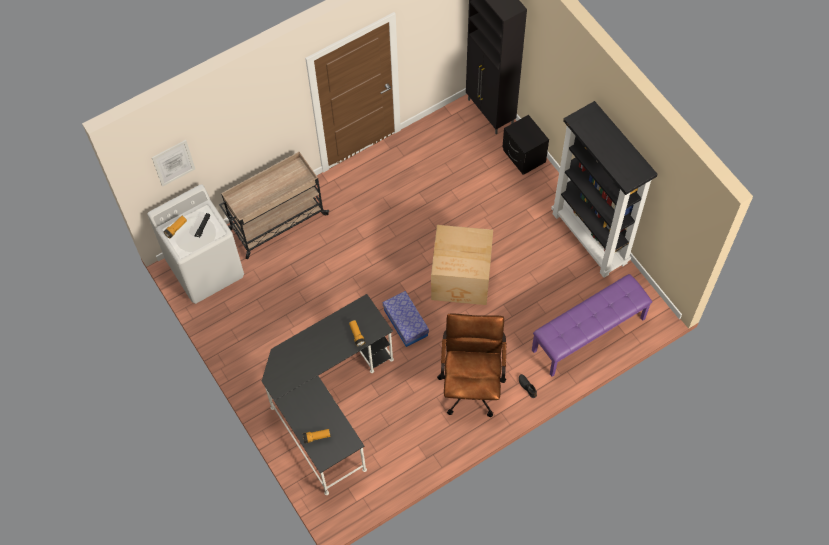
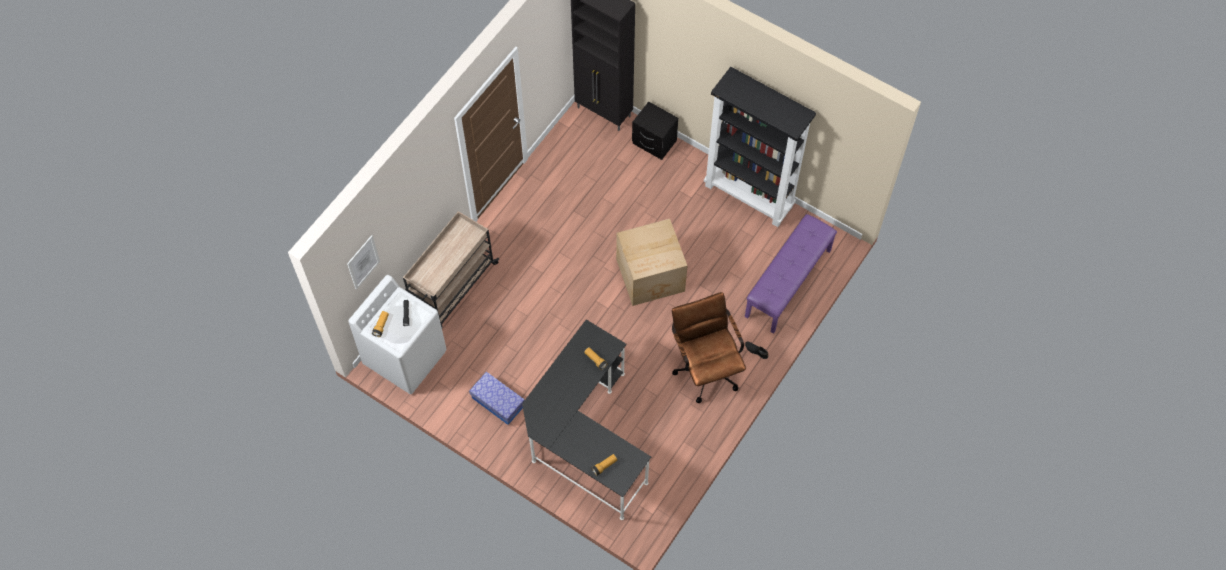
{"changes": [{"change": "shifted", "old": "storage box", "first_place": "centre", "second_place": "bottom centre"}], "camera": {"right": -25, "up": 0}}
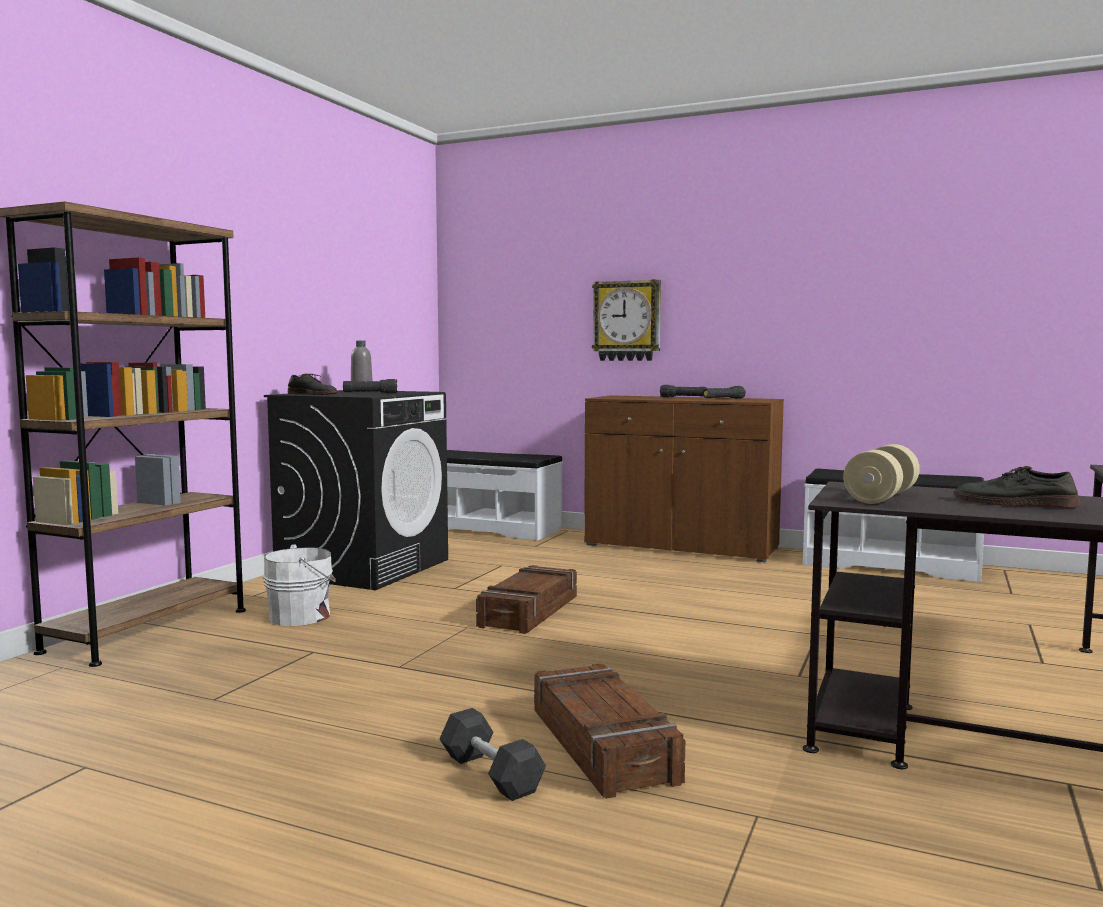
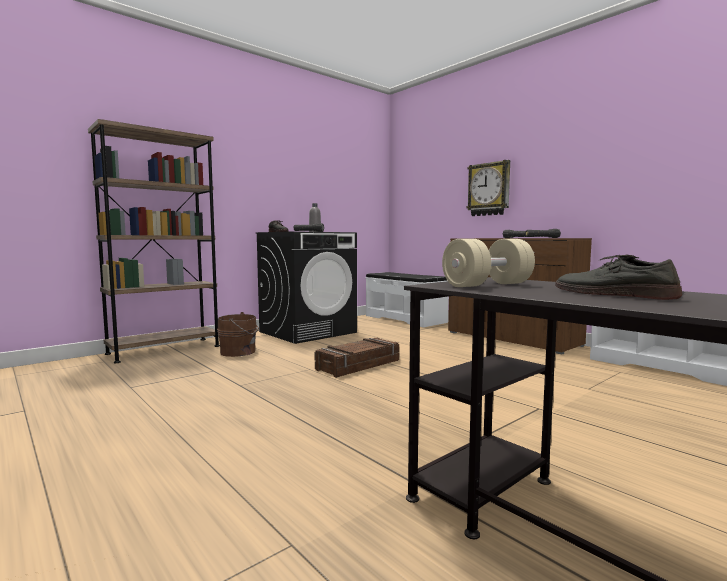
{"changes": [{"change": "repainted", "old": "white bucket", "new": "brown bucket", "first_place": "middle left", "second_place": "middle left"}, {"change": "gone", "old": "black dumbbell", "first_place": "bottom centre"}, {"change": "gone", "old": "crate (no. 2 from left)", "first_place": "bottom centre"}], "camera": {"right": 25, "up": 0}}
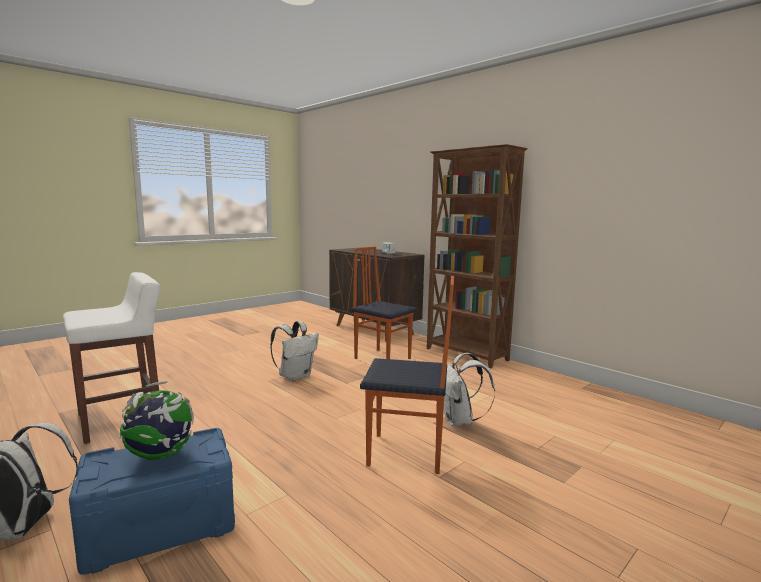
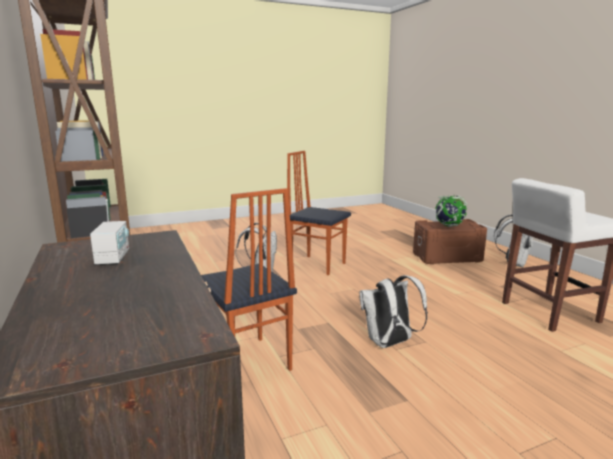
{"changes": [{"change": "repainted", "old": "blue storage box", "new": "brown storage box", "first_place": "bottom left", "second_place": "middle right"}], "camera": {"right": -160, "up": 5}}
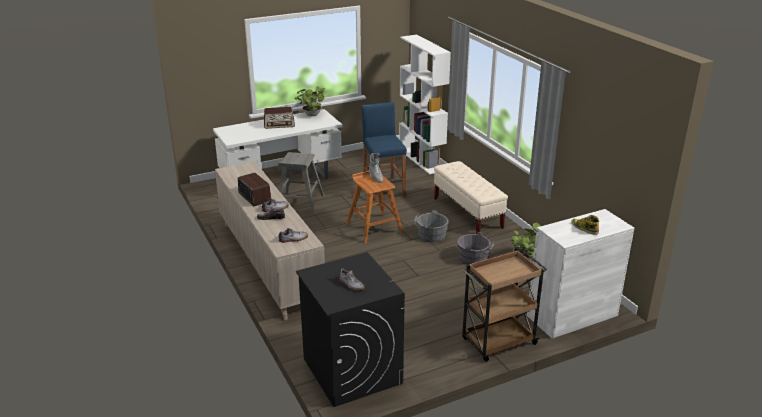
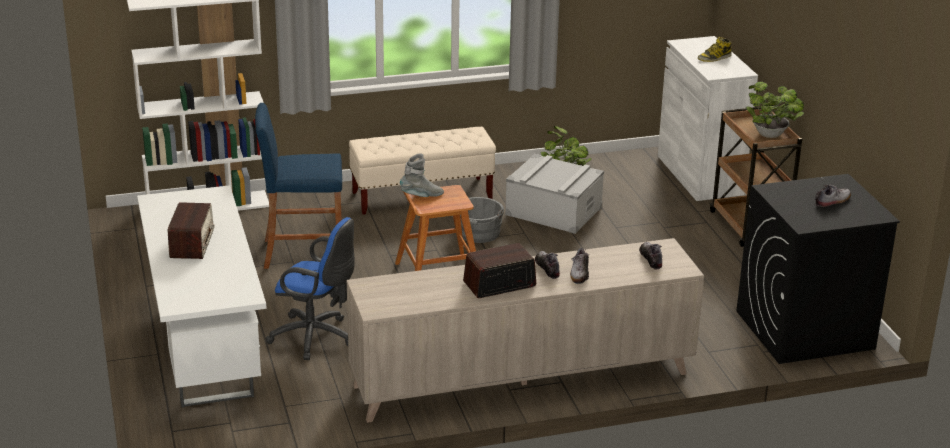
{"changes": [{"change": "swapped", "old": "grey stool", "new": "blue office chair", "first_place": "centre", "second_place": "middle left"}, {"change": "swapped", "old": "grey bucket (no. 2 from left)", "new": "grey storage box", "first_place": "centre", "second_place": "centre"}, {"change": "shifted", "old": "potted plant (no. 1 from left in the first image)", "new": "potted plant (no. 2 from left)", "first_place": "top centre", "second_place": "top right"}], "camera": {"right": -80, "up": 0}}
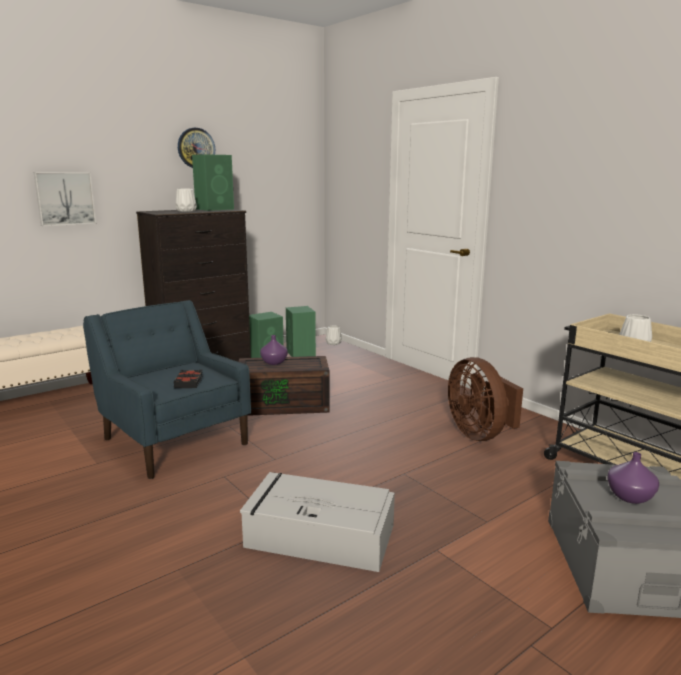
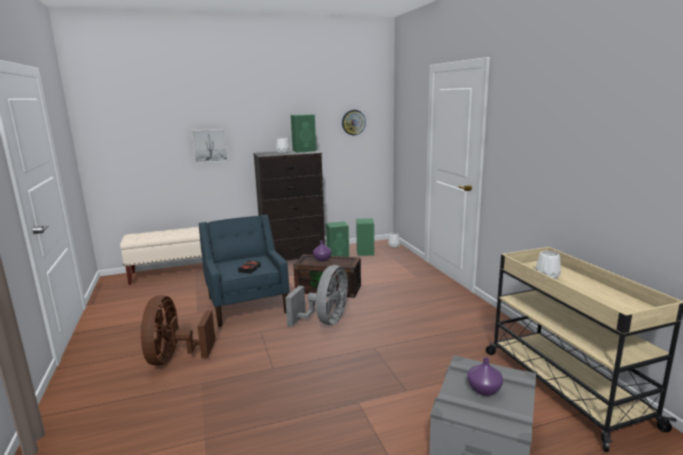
{"changes": [{"change": "shifted", "old": "brown fan", "first_place": "middle right", "second_place": "bottom left"}, {"change": "new", "new": "grey fan", "second_place": "centre"}, {"change": "shifted", "old": "wall clock", "first_place": "top left", "second_place": "top centre"}, {"change": "gone", "old": "grey storage box (no. 1 from left)", "first_place": "bottom centre"}], "camera": {"right": 20, "up": 0}}
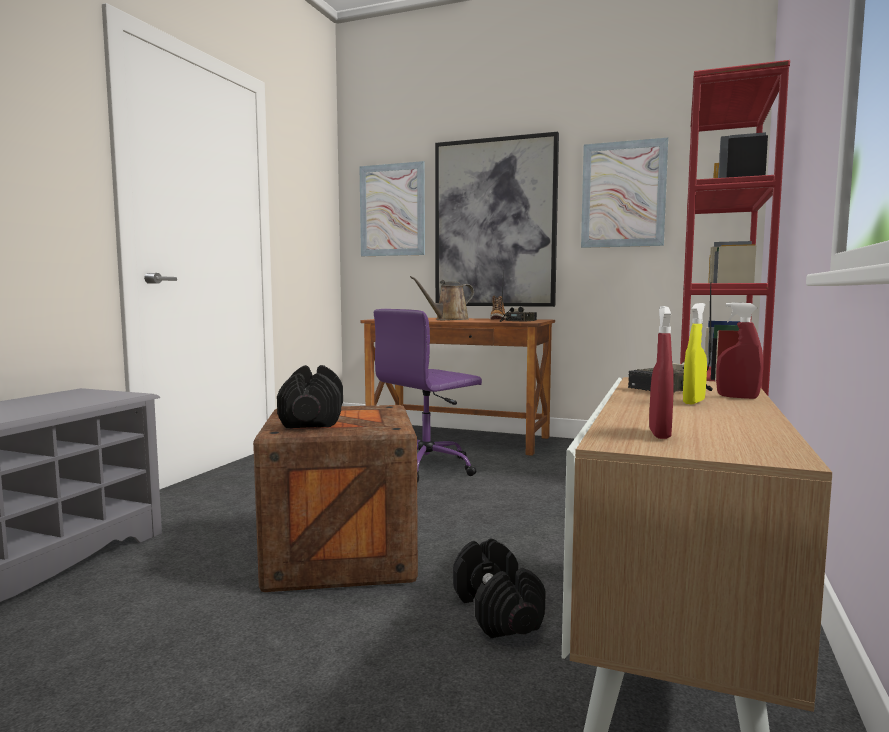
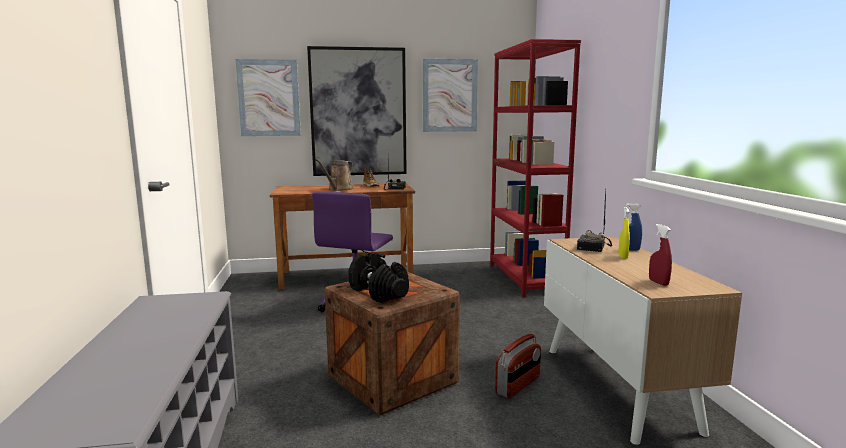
{"changes": [{"change": "swapped", "old": "black dumbbell (no. 2 from left)", "new": "radio (no. 2 from left)", "first_place": "bottom centre", "second_place": "bottom centre"}, {"change": "repainted", "old": "red spray bottle (no. 2 from left)", "new": "blue spray bottle", "first_place": "middle right", "second_place": "middle right"}], "camera": {"right": -30, "up": 5}}
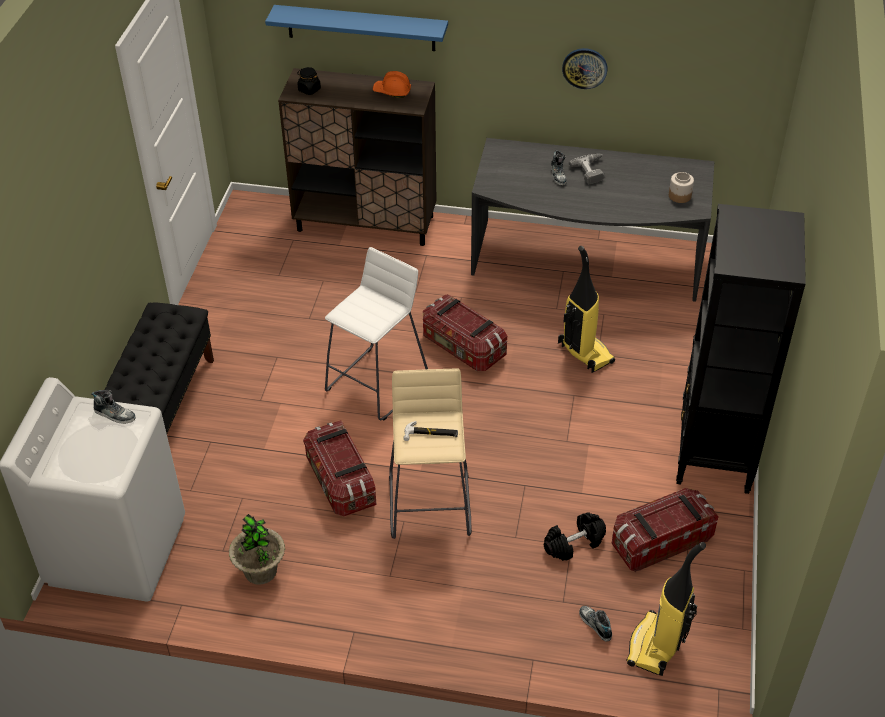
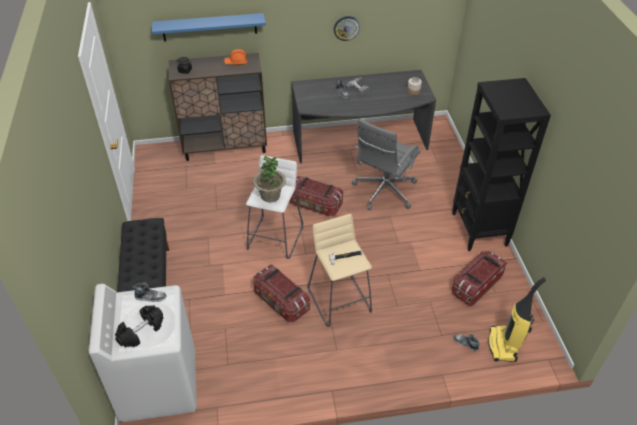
{"changes": [{"change": "shifted", "old": "black dumbbell", "first_place": "bottom centre", "second_place": "bottom left"}, {"change": "shifted", "old": "potted plant", "first_place": "bottom left", "second_place": "centre"}, {"change": "swapped", "old": "vacuum cleaner (no. 1 from left)", "new": "grey office chair", "first_place": "centre", "second_place": "centre"}], "camera": {"right": -20, "up": 0}}
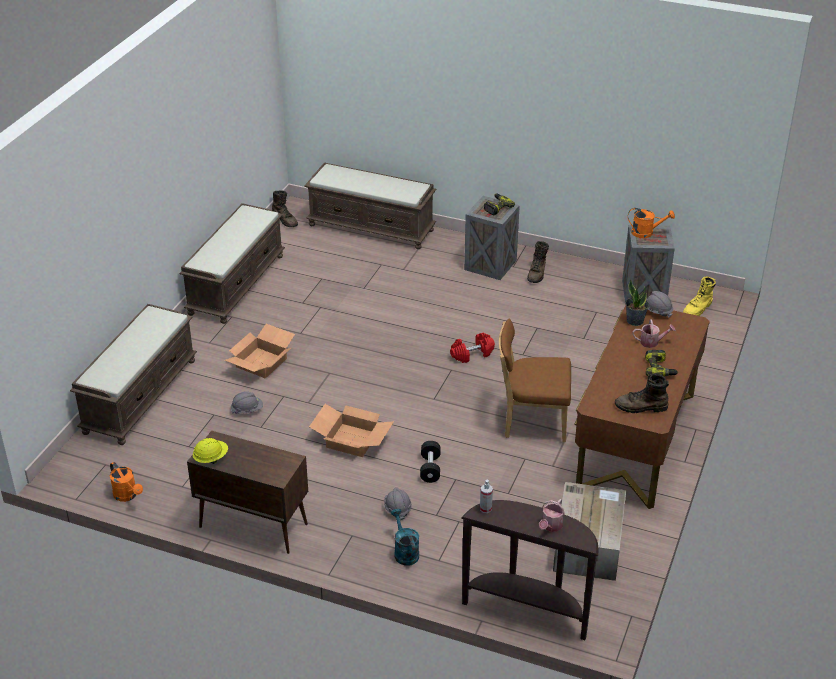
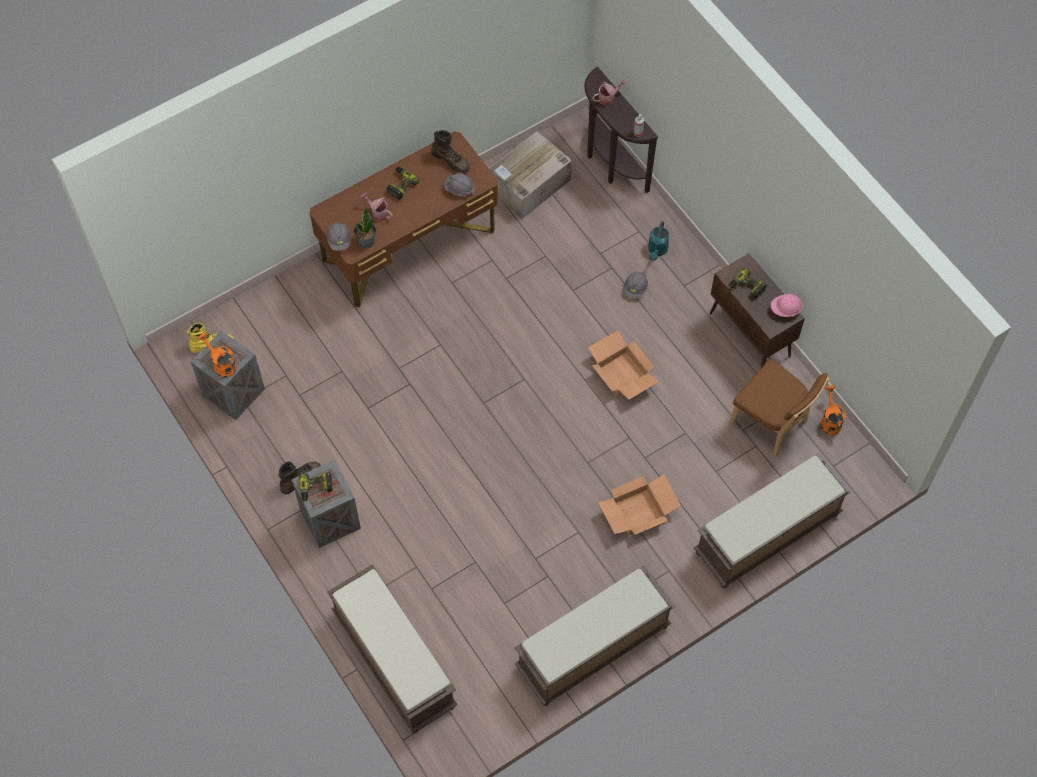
{"changes": [{"change": "shifted", "old": "grey hard hat (no. 1 from left in the first image)", "new": "grey hard hat (no. 2 from left)", "first_place": "middle left", "second_place": "top centre"}, {"change": "new", "new": "power drill (no. 3 from left)", "second_place": "middle right"}, {"change": "shifted", "old": "brown chair", "first_place": "centre", "second_place": "middle right"}, {"change": "repainted", "old": "yellow hard hat", "new": "pink hard hat", "first_place": "middle left", "second_place": "middle right"}, {"change": "gone", "old": "brown boot (no. 1 from left)", "first_place": "top centre"}, {"change": "gone", "old": "black dumbbell", "first_place": "bottom centre"}, {"change": "gone", "old": "red dumbbell", "first_place": "centre"}], "camera": {"right": -145, "up": 25}}
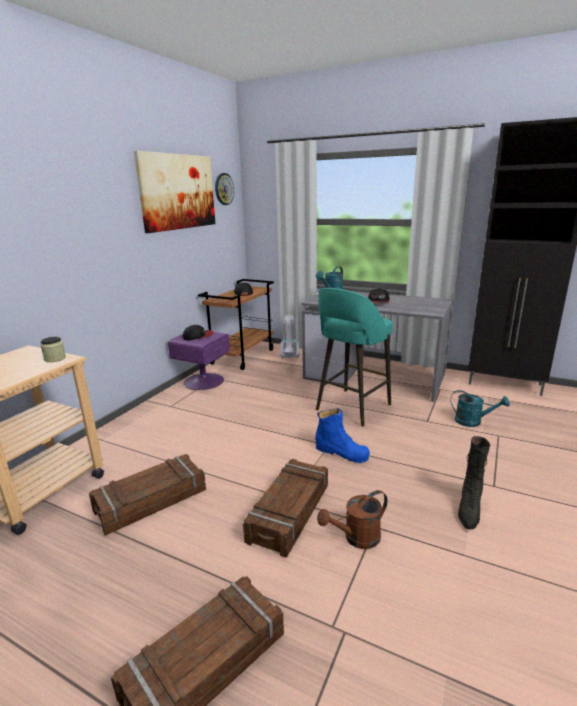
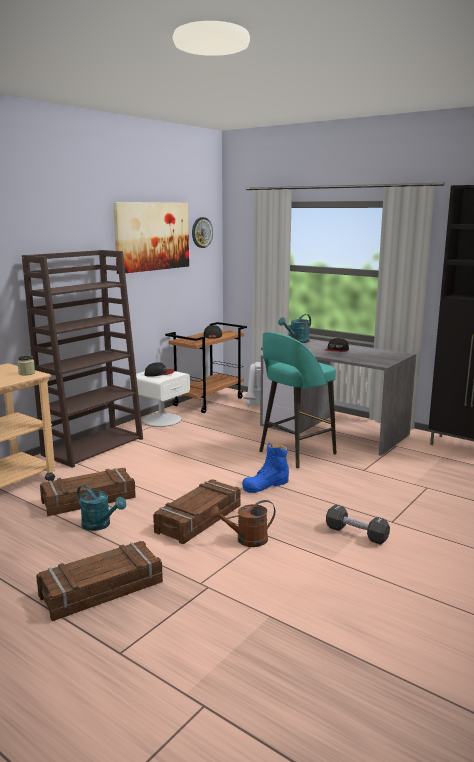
{"changes": [{"change": "new", "new": "brown bookcase", "second_place": "middle left"}, {"change": "shifted", "old": "turquoise watering can (no. 2 from left in the first image)", "new": "turquoise watering can (no. 1 from left)", "first_place": "middle right", "second_place": "bottom left"}, {"change": "repainted", "old": "purple nightstand", "new": "white nightstand", "first_place": "centre", "second_place": "centre"}, {"change": "rotated", "old": "blue boot", "first_place": "centre", "second_place": "centre", "degrees": 105}, {"change": "swapped", "old": "black boot", "new": "black dumbbell", "first_place": "bottom right", "second_place": "bottom right"}], "camera": {"right": 10, "up": -5}}
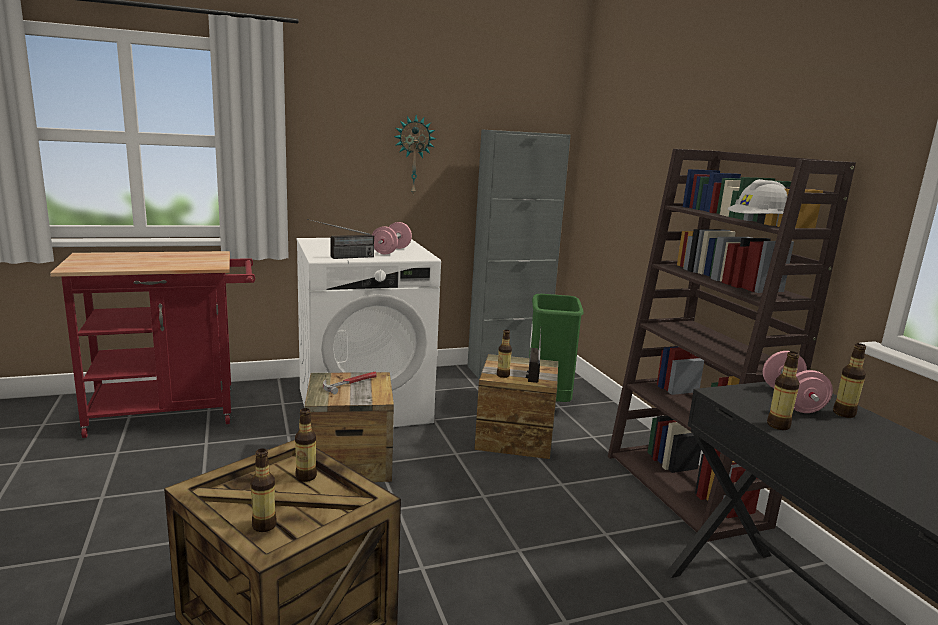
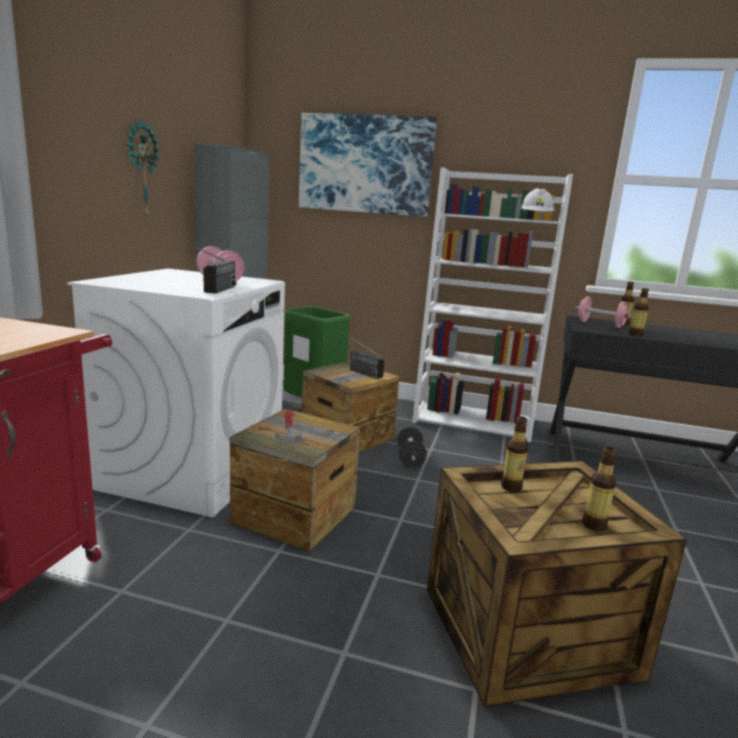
{"changes": [{"change": "new", "new": "picture", "second_place": "top centre"}, {"change": "new", "new": "black dumbbell", "second_place": "centre"}, {"change": "repainted", "old": "brown bookcase", "new": "white bookcase", "first_place": "middle right", "second_place": "middle right"}, {"change": "gone", "old": "bottle (no. 3 from left)", "first_place": "centre"}], "camera": {"right": -55, "up": 0}}
